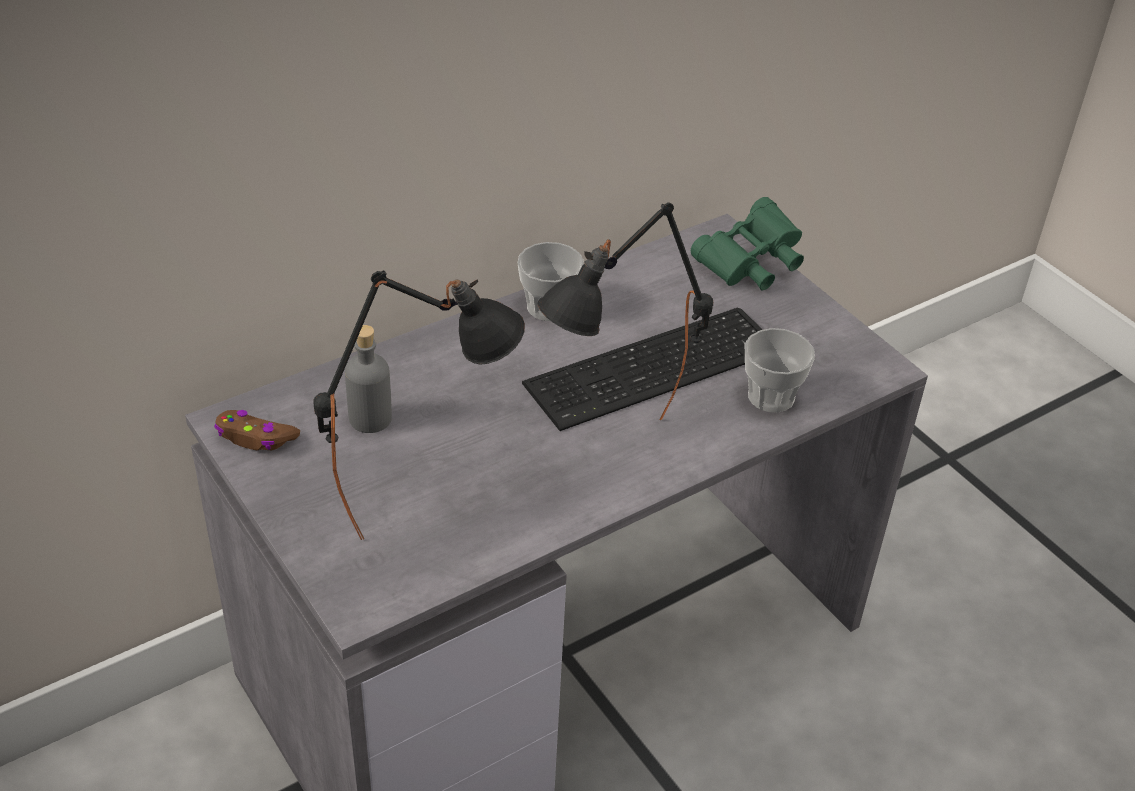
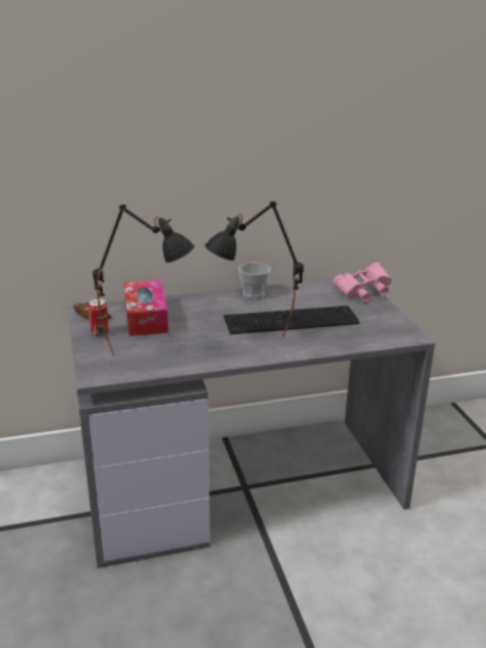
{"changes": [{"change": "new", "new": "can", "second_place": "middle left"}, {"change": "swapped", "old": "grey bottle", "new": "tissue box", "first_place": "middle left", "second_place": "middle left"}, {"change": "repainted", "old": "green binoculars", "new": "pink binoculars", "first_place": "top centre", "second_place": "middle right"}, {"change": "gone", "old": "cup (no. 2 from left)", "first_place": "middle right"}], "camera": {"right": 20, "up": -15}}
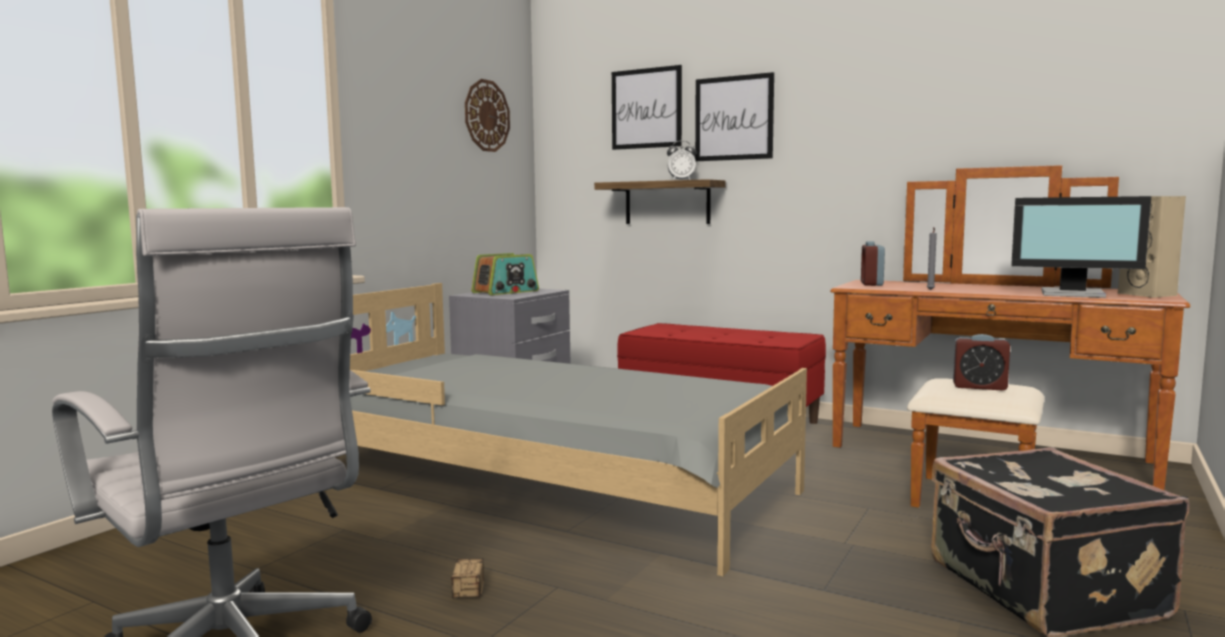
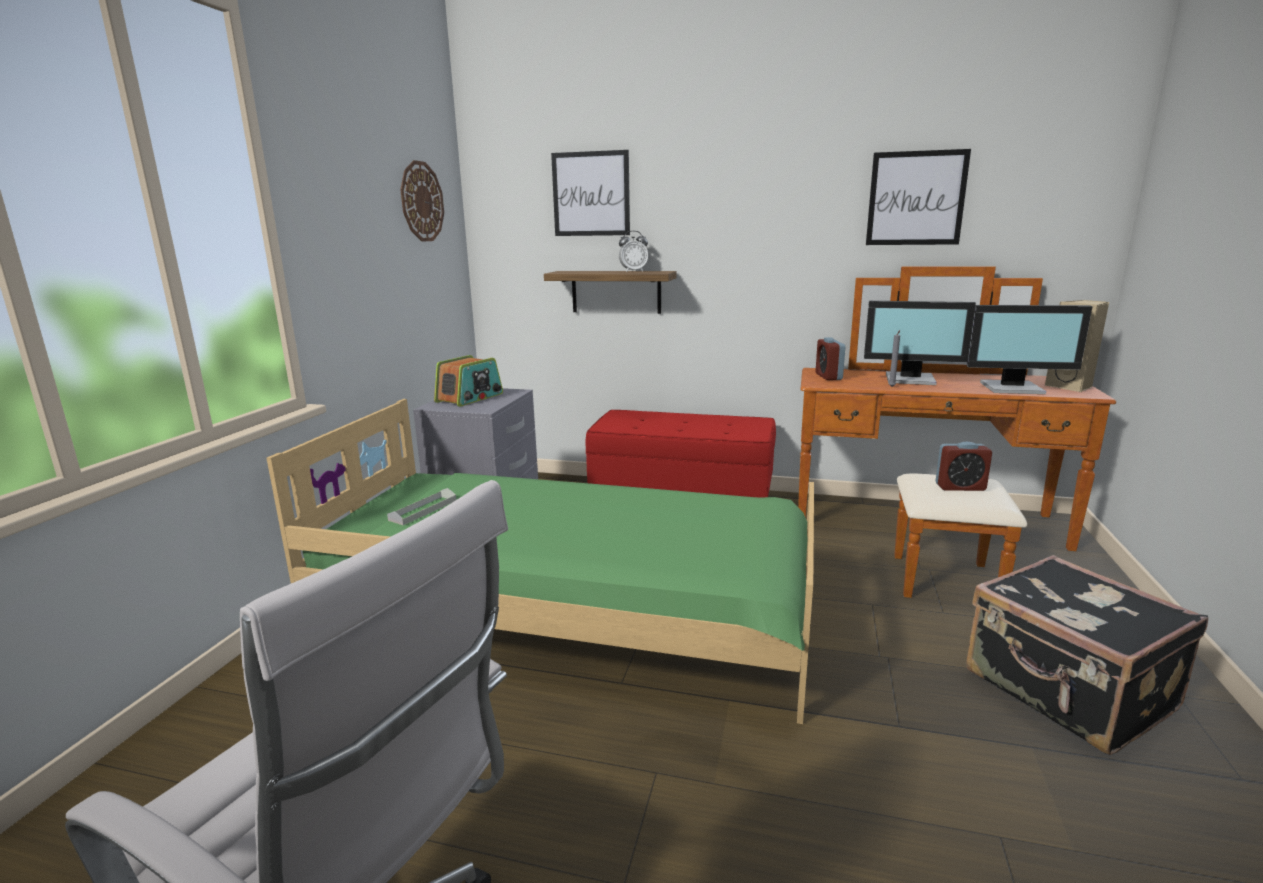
{"changes": [{"change": "repainted", "old": "grey bed", "new": "green bed", "first_place": "bottom centre", "second_place": "centre"}, {"change": "new", "new": "grey tray", "second_place": "centre"}, {"change": "new", "new": "monitor (no. 1 from left)", "second_place": "middle right"}, {"change": "shifted", "old": "picture (no. 2 from left)", "first_place": "top centre", "second_place": "top right"}, {"change": "gone", "old": "storage box", "first_place": "bottom centre"}], "camera": {"right": -15, "up": 10}}
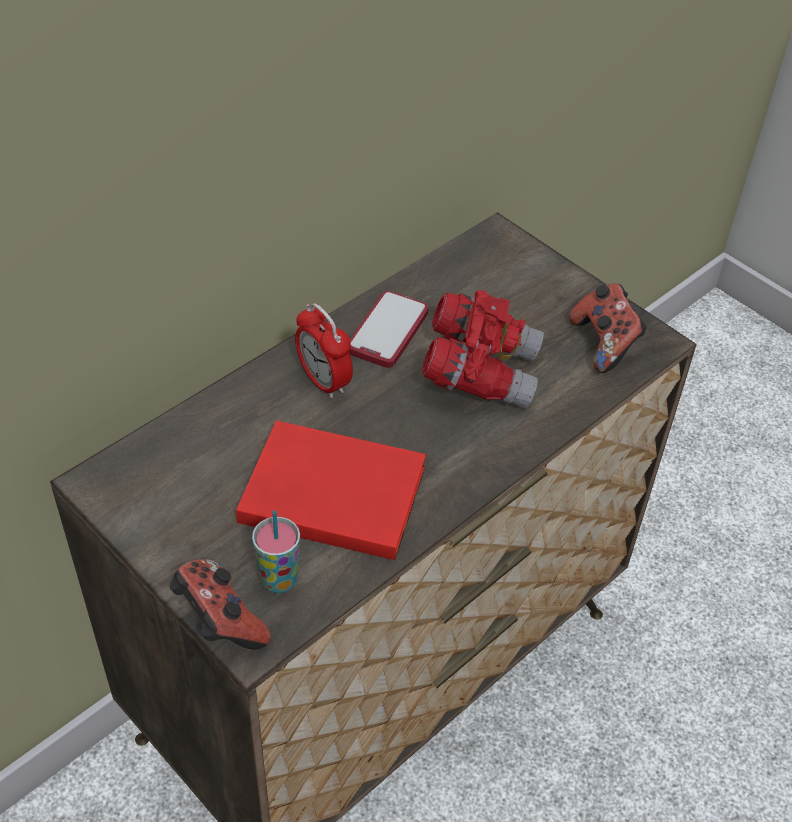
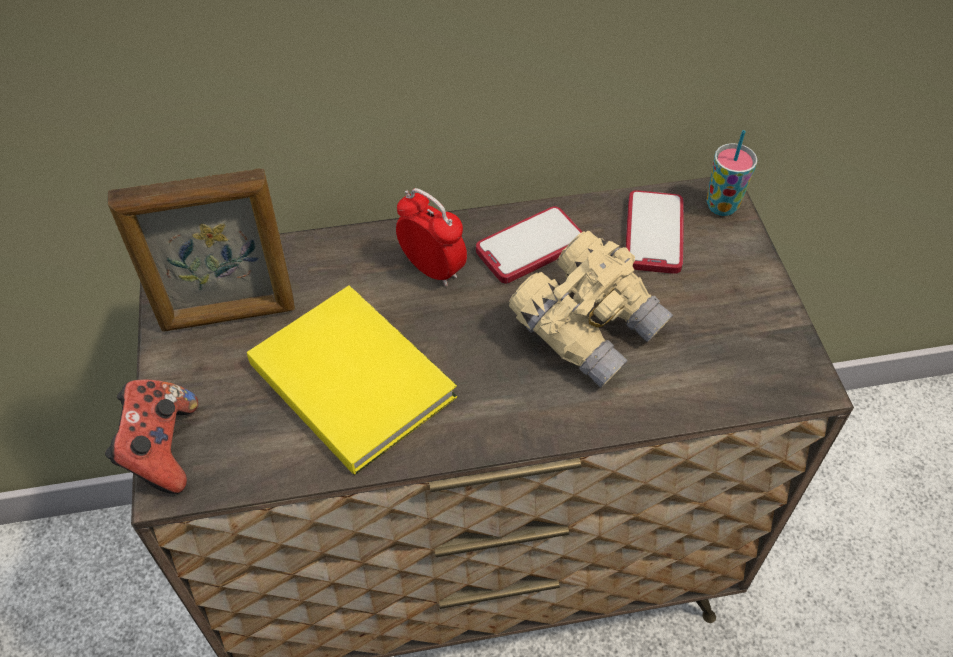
{"changes": [{"change": "new", "new": "picture frame", "second_place": "middle left"}, {"change": "repainted", "old": "red book", "new": "yellow book", "first_place": "centre", "second_place": "centre"}, {"change": "rotated", "old": "alarm clock", "first_place": "centre", "second_place": "centre", "degrees": 135}, {"change": "repainted", "old": "red binoculars", "new": "beige binoculars", "first_place": "centre", "second_place": "centre"}, {"change": "new", "new": "phone (no. 2 from left)", "second_place": "middle right"}, {"change": "shifted", "old": "cup", "first_place": "bottom centre", "second_place": "top right"}, {"change": "gone", "old": "game controller (no. 2 from left)", "first_place": "middle right"}], "camera": {"right": 35, "up": 5}}
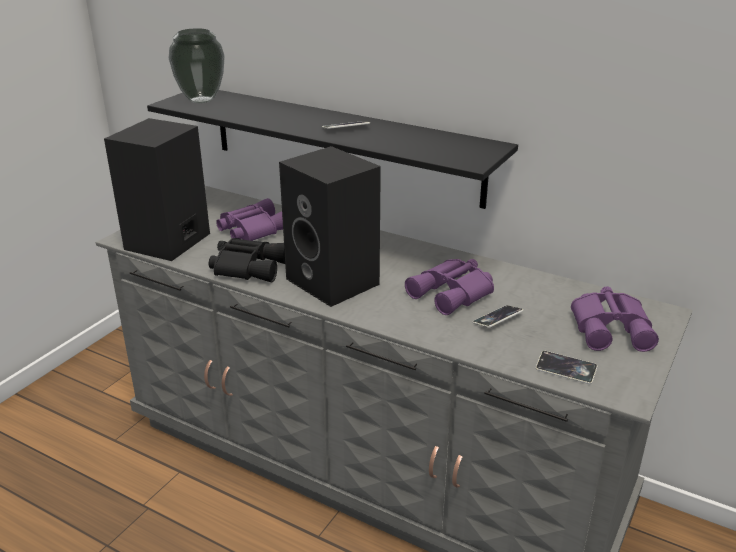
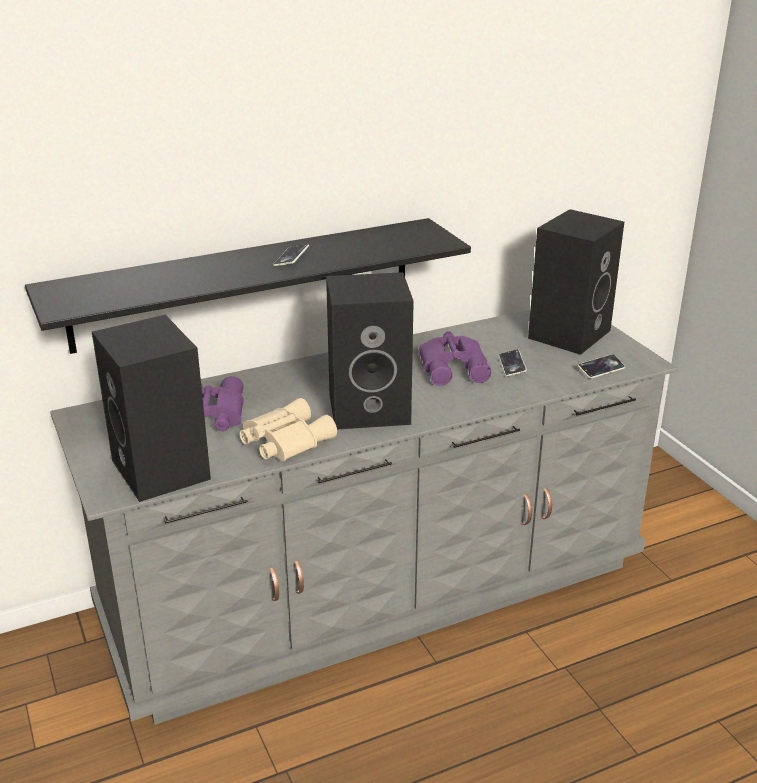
{"changes": [{"change": "repainted", "old": "black binoculars", "new": "beige binoculars", "first_place": "centre", "second_place": "centre"}, {"change": "swapped", "old": "purple binoculars (no. 3 from left)", "new": "black speaker (no. 3 from left)", "first_place": "middle right", "second_place": "middle right"}, {"change": "gone", "old": "vase", "first_place": "top left"}], "camera": {"right": -55, "up": 0}}
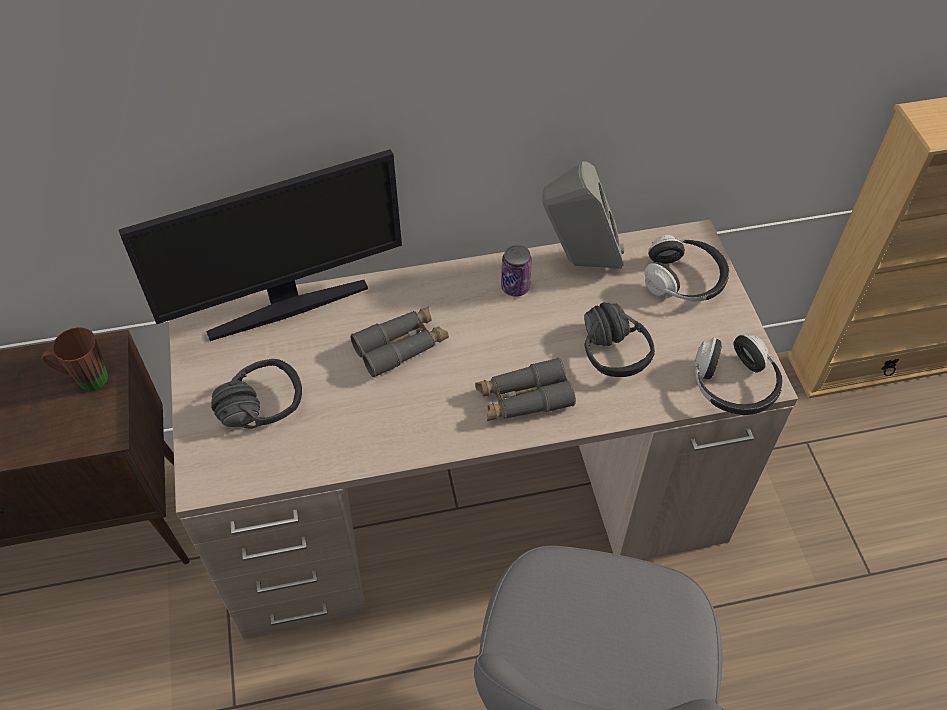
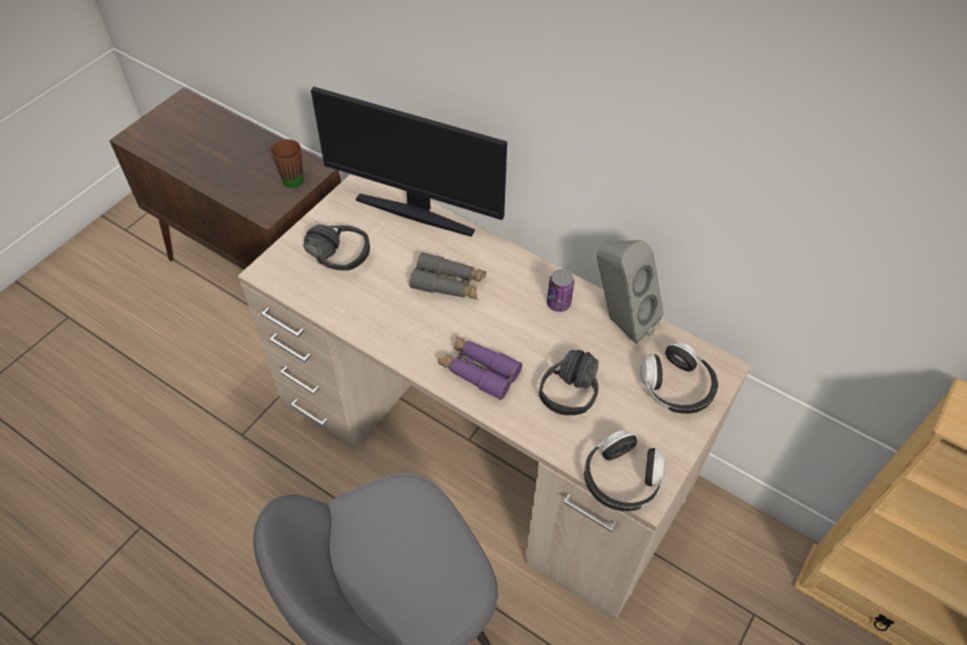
{"changes": [{"change": "repainted", "old": "grey binoculars (no. 2 from left)", "new": "purple binoculars", "first_place": "centre", "second_place": "centre"}], "camera": {"right": 45, "up": 0}}
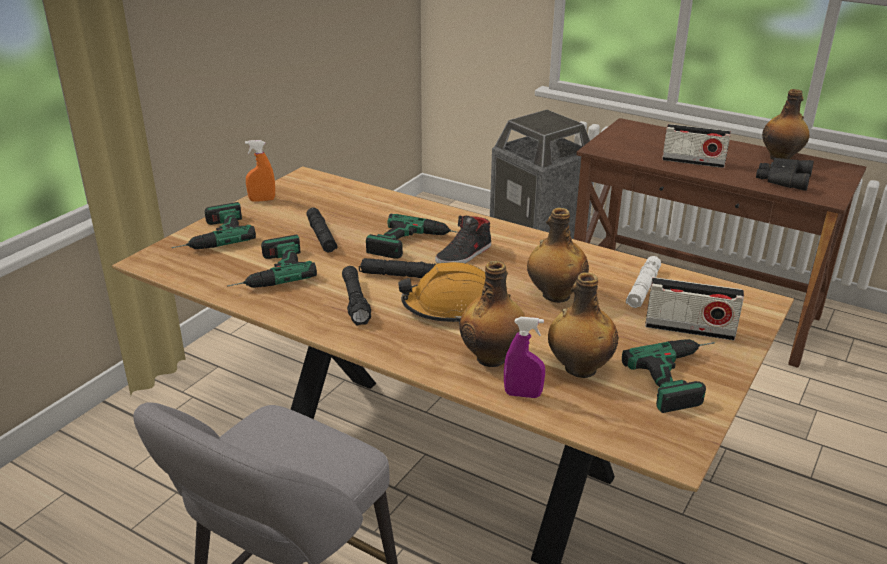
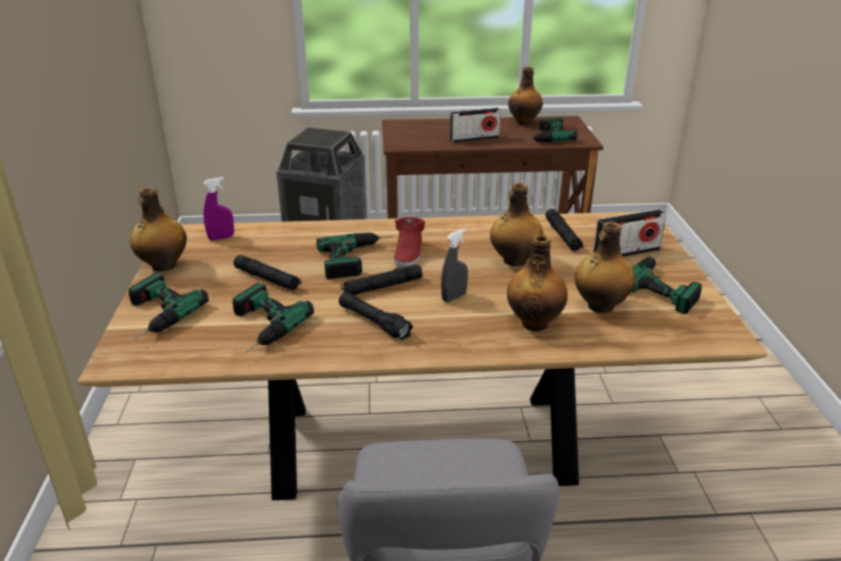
{"changes": [{"change": "swapped", "old": "orange spray bottle", "new": "bottle (no. 1 from left)", "first_place": "top left", "second_place": "middle left"}, {"change": "shifted", "old": "purple spray bottle", "first_place": "centre", "second_place": "middle left"}, {"change": "repainted", "old": "black shoe", "new": "red shoe", "first_place": "centre", "second_place": "centre"}, {"change": "swapped", "old": "orange hard hat", "new": "grey spray bottle", "first_place": "centre", "second_place": "centre"}, {"change": "swapped", "old": "black binoculars", "new": "power drill (no. 4 from left)", "first_place": "top right", "second_place": "top centre"}, {"change": "repainted", "old": "white flashlight", "new": "black flashlight (no. 4 from left)", "first_place": "middle right", "second_place": "middle right"}], "camera": {"right": -35, "up": 0}}
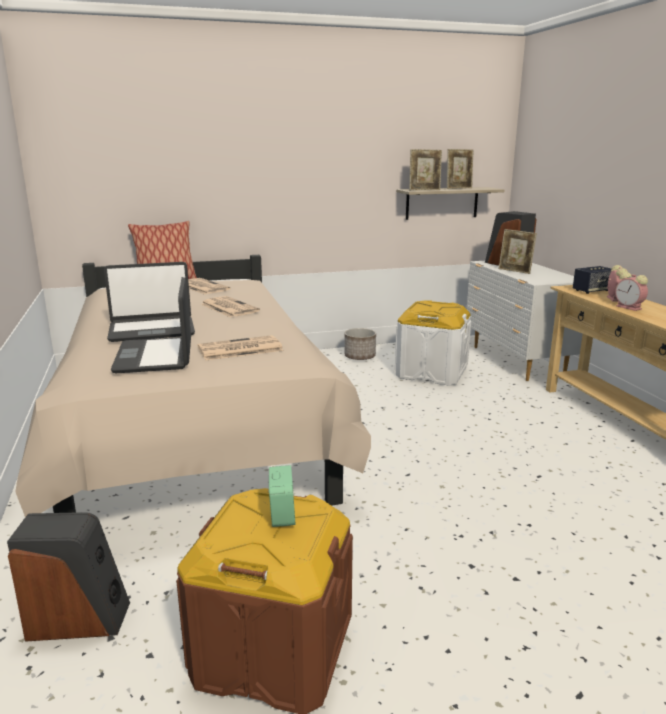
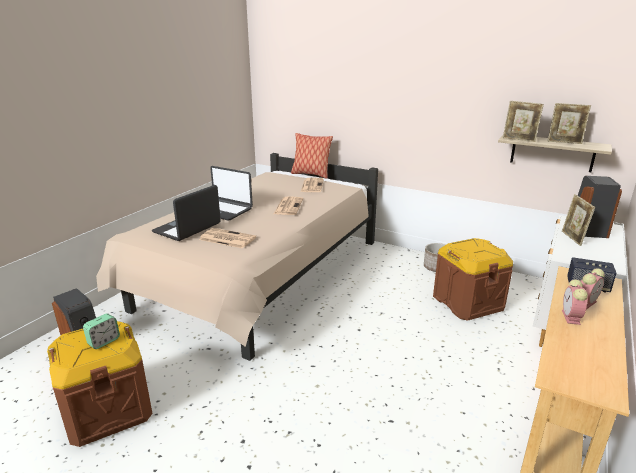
{"changes": [{"change": "repainted", "old": "white storage box", "new": "brown storage box (no. 2 from left)", "first_place": "centre", "second_place": "middle right"}], "camera": {"right": 45, "up": 5}}
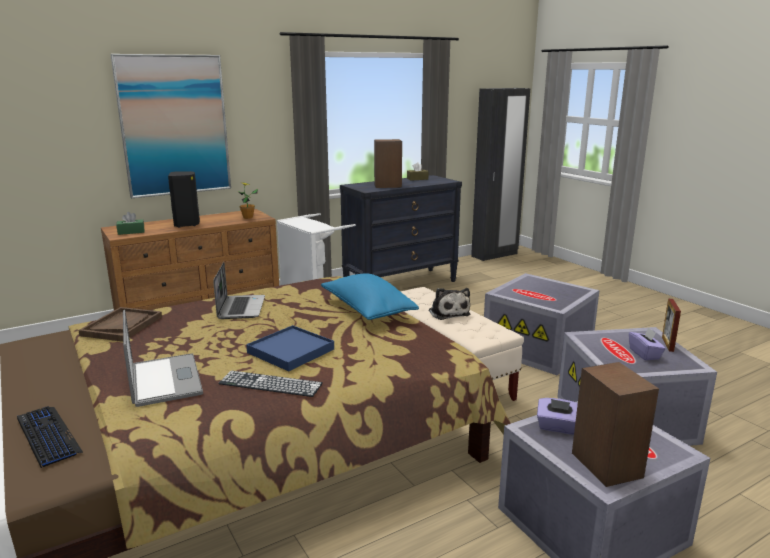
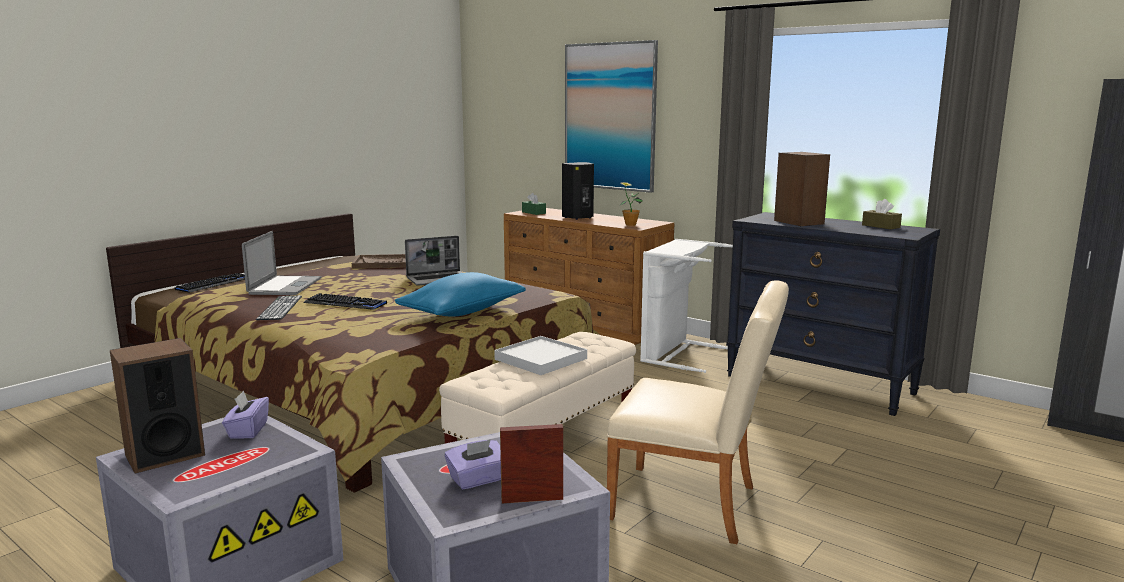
{"changes": [{"change": "rotated", "old": "laptop (no. 1 from left)", "first_place": "middle left", "second_place": "middle left", "degrees": -45}, {"change": "swapped", "old": "blue tray", "new": "keyboard (no. 3 from left)", "first_place": "centre", "second_place": "middle left"}, {"change": "swapped", "old": "plush toy", "new": "white tray", "first_place": "centre", "second_place": "centre"}, {"change": "swapped", "old": "grey storage box (no. 1 from left)", "new": "beige chair", "first_place": "middle right", "second_place": "bottom centre"}], "camera": {"right": 70, "up": -5}}
